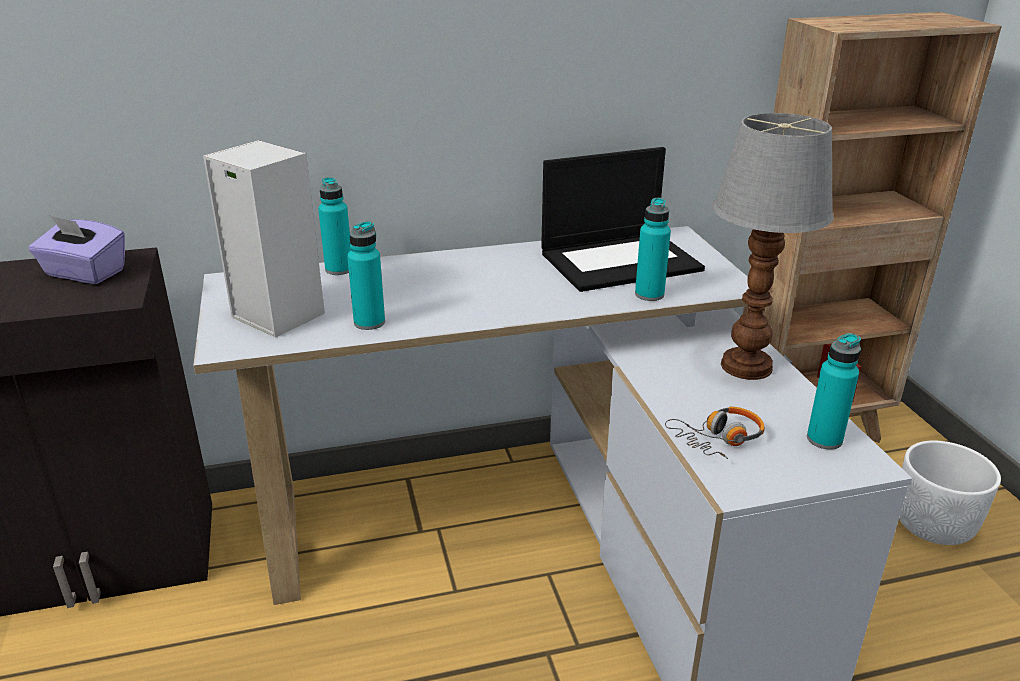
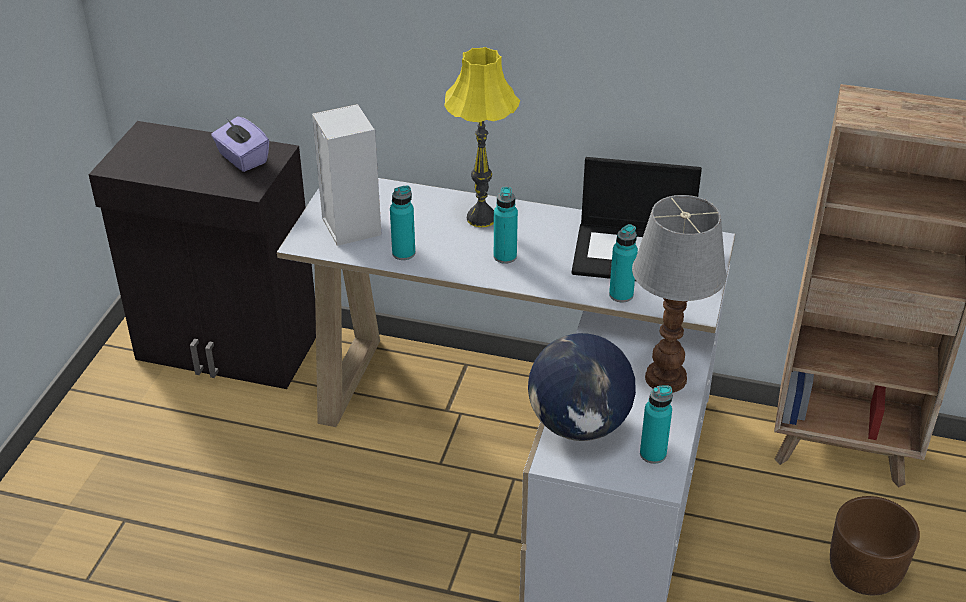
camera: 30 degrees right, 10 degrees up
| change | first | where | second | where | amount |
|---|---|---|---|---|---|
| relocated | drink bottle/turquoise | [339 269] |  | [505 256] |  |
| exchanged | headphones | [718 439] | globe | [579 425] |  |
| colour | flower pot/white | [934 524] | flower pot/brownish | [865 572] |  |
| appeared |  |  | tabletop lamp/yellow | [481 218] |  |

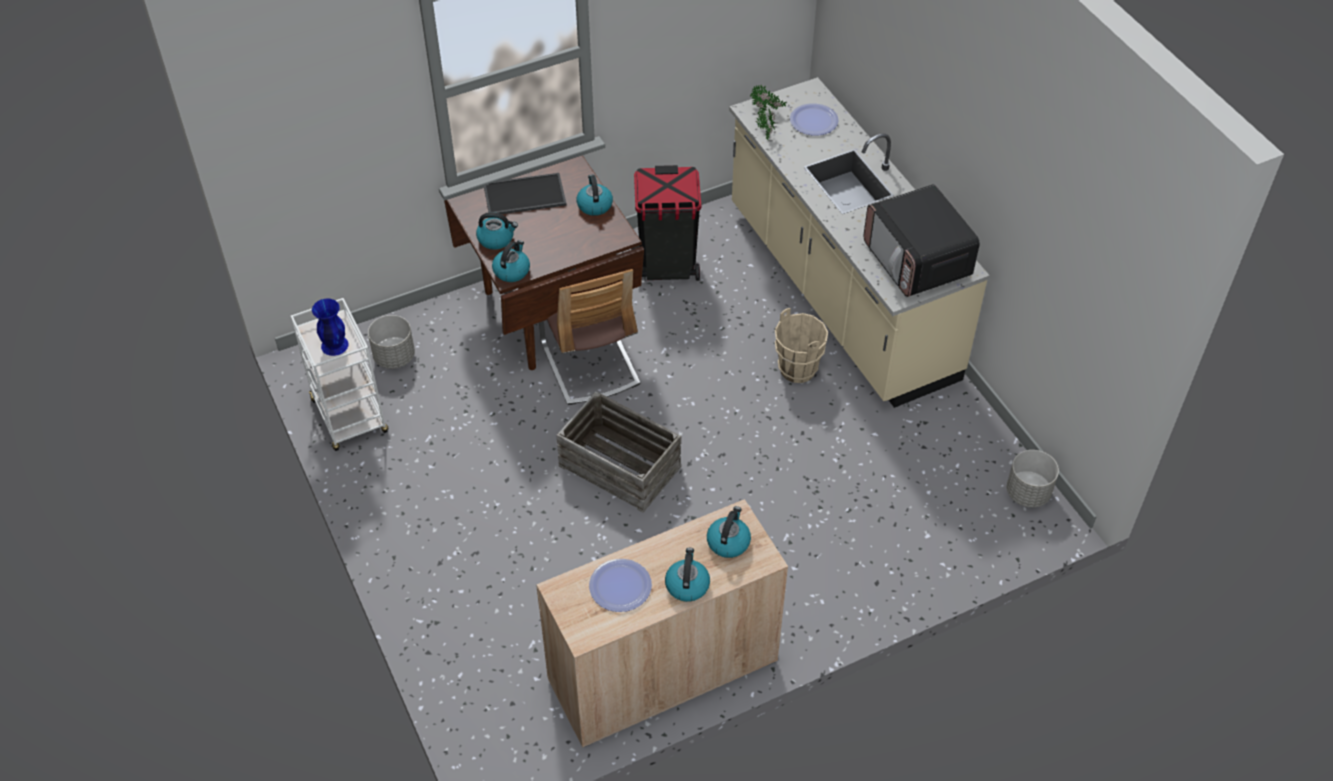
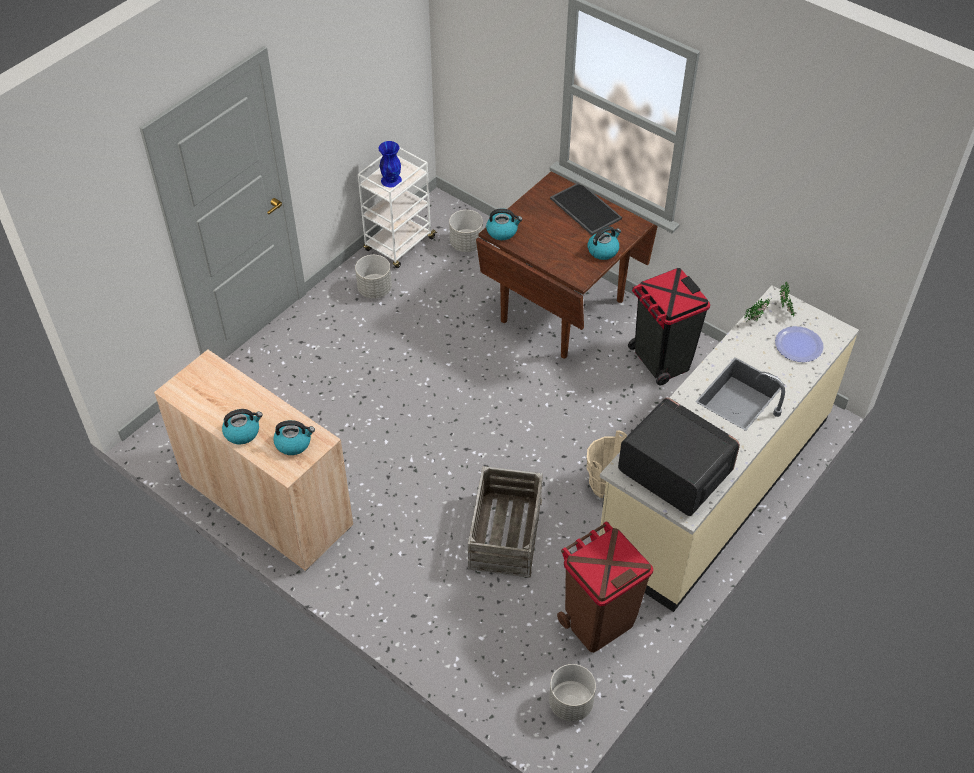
camera: 65 degrees right, 0 degrees up
| change | first | where | second | where | amount |
|---|---|---|---|---|---|
| missing | kettle | [496 239] |  |  |  |
| missing | plain chair | [590 364] |  |  |  |
| relocated | packing crate | [619 467] |  | [504 533] |  |
| missing | dinner plate | [620 586] |  |  |  |
| spun | microwave | [917 261] |  | [674 472] | 90 degrees clockwise |
| appeared |  |  | flower pot/greyish | [374 289] |  |
| appeared |  |  | rubbish bin/brownish | [598 621] |  |

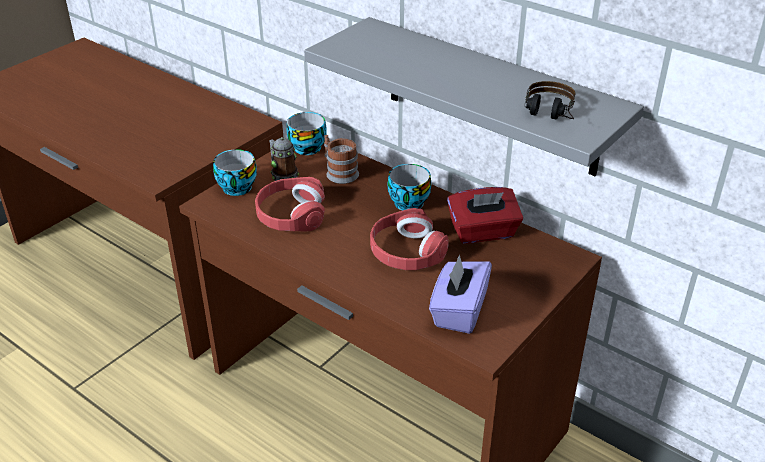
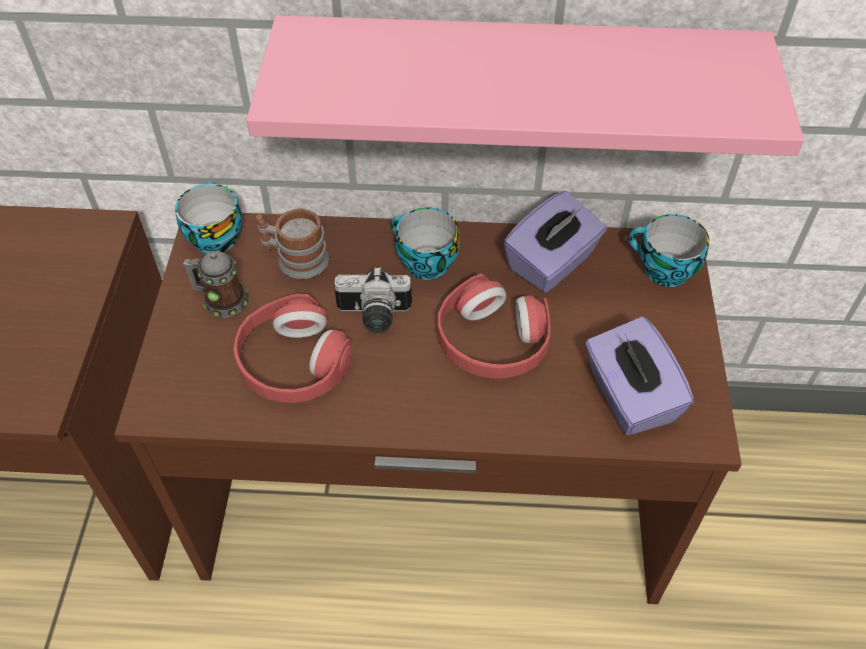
camera: 35 degrees left, 15 degrees up
| change | first | where | second | where | amount |
|---|---|---|---|---|---|
| relocated | drinking cup | [235 187] |  | [662 270] |  |
| colour | wall shelf/greyish | [490 96] | wall shelf/pinkish | [516 79] |  |
| colour | box of tissues/reddish | [483 232] | box of tissues/purplish | [552 263] |  |
| missing | headphones | [548 115] |  |  |  |
| appeared |  |  | still camera | [373 317] |  |

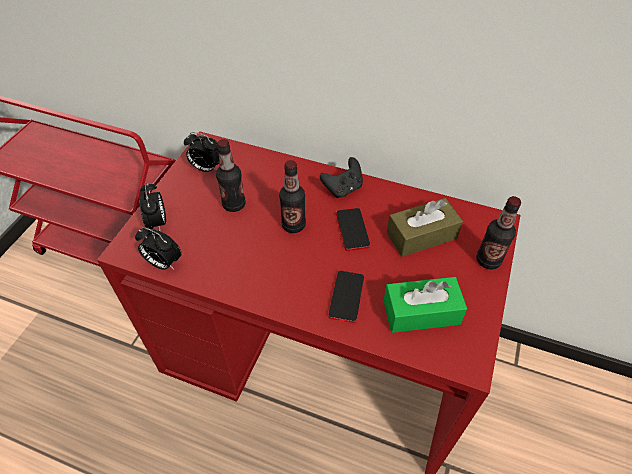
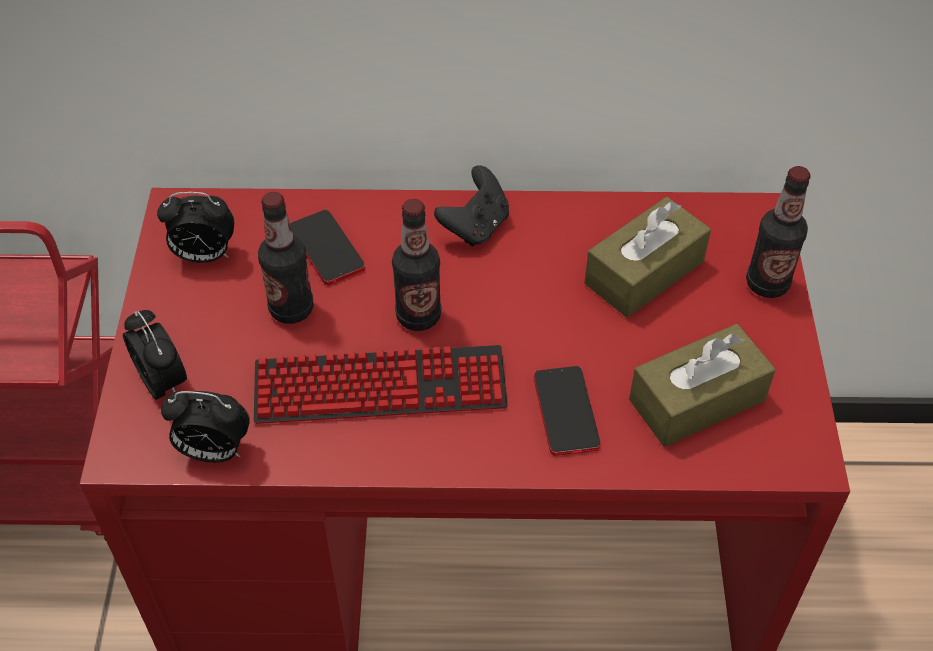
camera: 20 degrees left, 0 degrees up
| change | first | where | second | where | amount |
|---|---|---|---|---|---|
| relocated | phone | [352 230] |  | [326 248] |  |
| colour | box of tissues/green | [421 312] | box of tissues/brownish | [697 400] |  |
| appeared |  |  | computer keyboard | [380 387] |  |

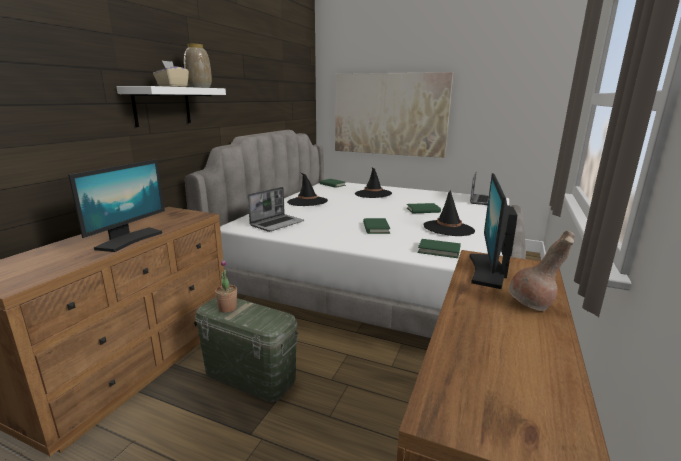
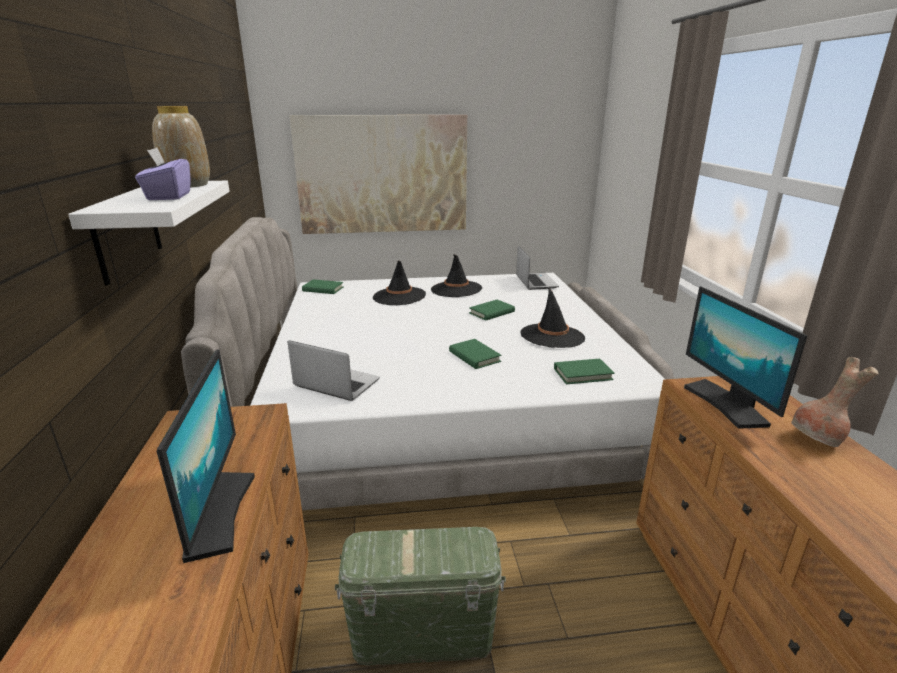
camera: 30 degrees left, 5 degrees up
| change | first | where | second | where | amount |
|---|---|---|---|---|---|
| colour | box of tissues/sand-coloured | [172 86] | box of tissues/purplish | [168 196] |  |
| missing | plant in a pot | [227 308] |  |  |  |
| spun | notebook computer | [277 223] |  | [335 384] | 75 degrees counterclockwise |
| relocated | hat/black | [307 202] |  | [456 289] |  |

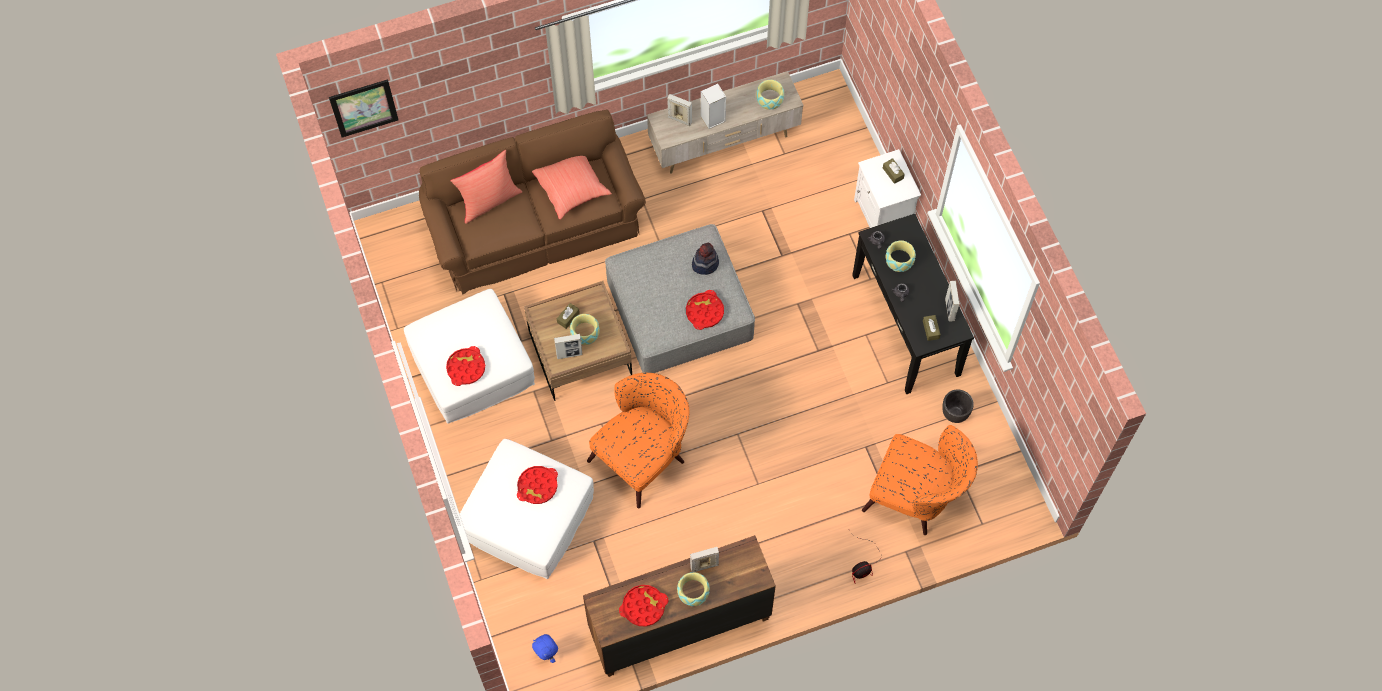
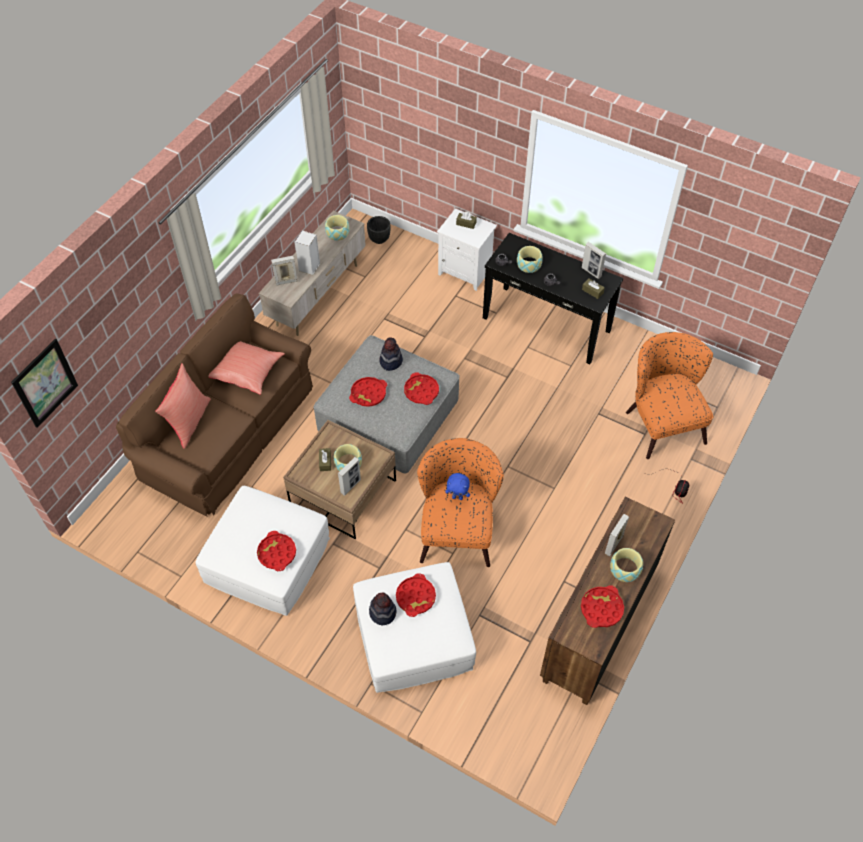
camera: 40 degrees left, 10 degrees down
| change | first | where | second | where | amount |
|---|---|---|---|---|---|
| relocated | soft toy/blue-coloured | [547 654] |  | [457 497] |  |
| spun | armchair/orange | [916 497] |  | [661 421] | 90 degrees counterclockwise |
| relocated | flower pot/black | [955 414] |  | [379 239] |  |
| appeared |  |  | carrying tray/reddish | [368 394] |  |
| appeared |  |  | hat | [383 612] |  |

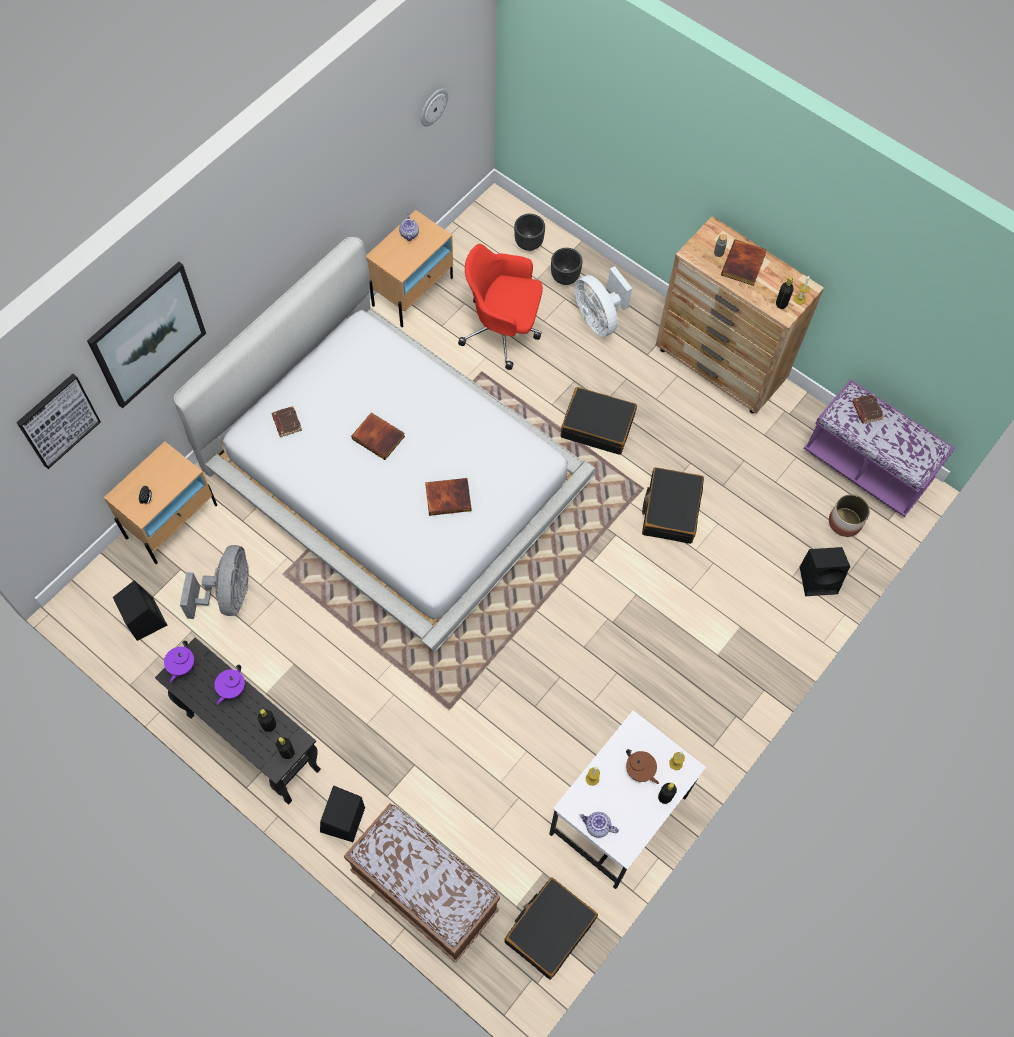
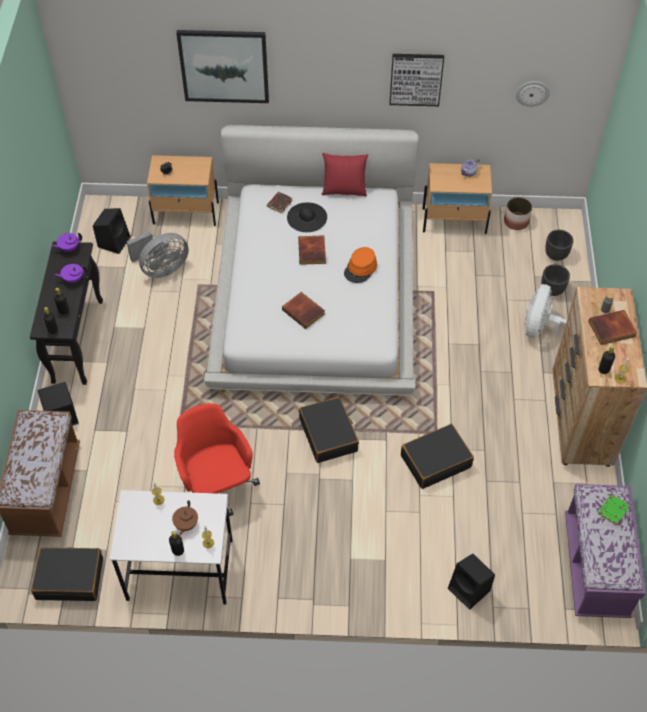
camera: 55 degrees right, 10 degrees down
| change | first | where | second | where | amount |
|---|---|---|---|---|---|
| relocated | wall picture | [58 420] |  | [416 79] |  |
| relocated | computer chair/reddish | [503 331] |  | [217 487] |  |
| relocated | suitcase/black | [597 426] |  | [328 435] |  |
| missing | tea pot | [597 827] |  |  |  |
| relocated | flower pot | [845 522] |  | [516 221] |  |
| colour | bound book/brownish | [866 410] | bound book/green | [612 510] |  |
| appeared |  |  | hat/black | [307 217] |  |
| appeared |  |  | throw pillow/reddish | [344 190] |  |
| appeared |  |  | hat/orange | [360 269] |  |

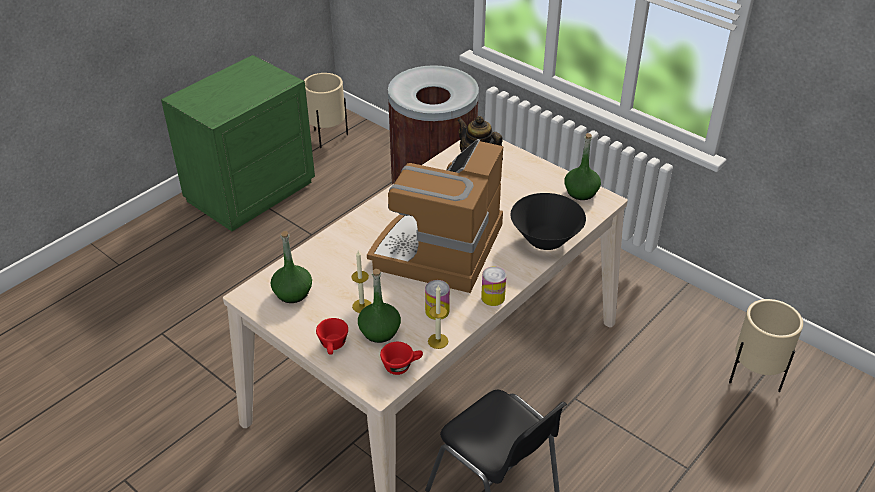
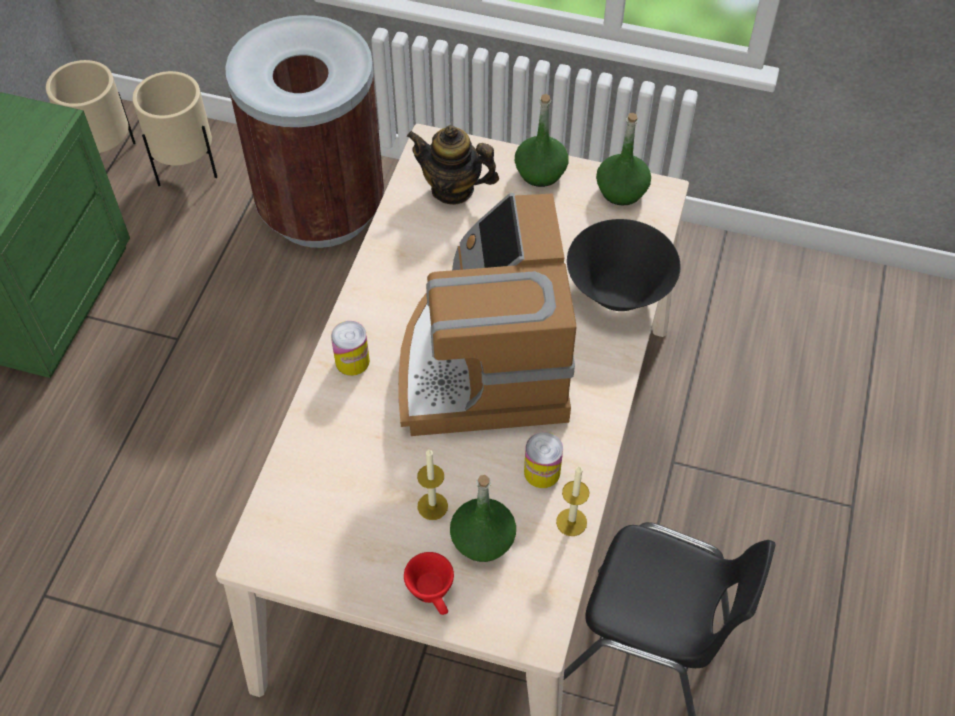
camera: 25 degrees left, 15 degrees up
| change | first | where | second | where | amount |
|---|---|---|---|---|---|
| relocated | drink bottle/green | [293 293] |  | [540 172] |  |
| missing | drinking cup/reddish | [402 366] |  |  |  |
| relocated | metal can | [493 297] |  | [352 361] |  |
| relocated | flower pot/sand-coloured | [754 377] |  | [187 170] |  |

